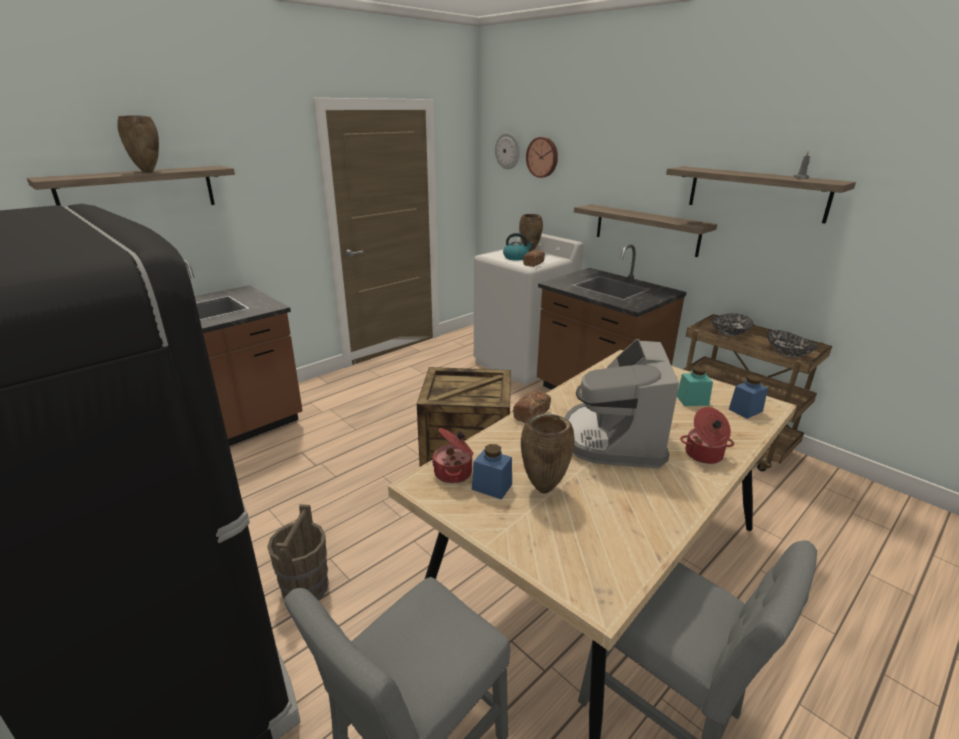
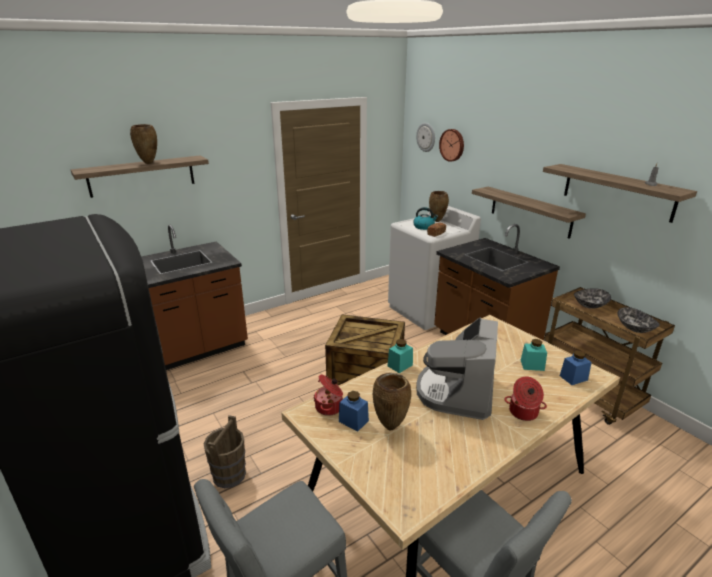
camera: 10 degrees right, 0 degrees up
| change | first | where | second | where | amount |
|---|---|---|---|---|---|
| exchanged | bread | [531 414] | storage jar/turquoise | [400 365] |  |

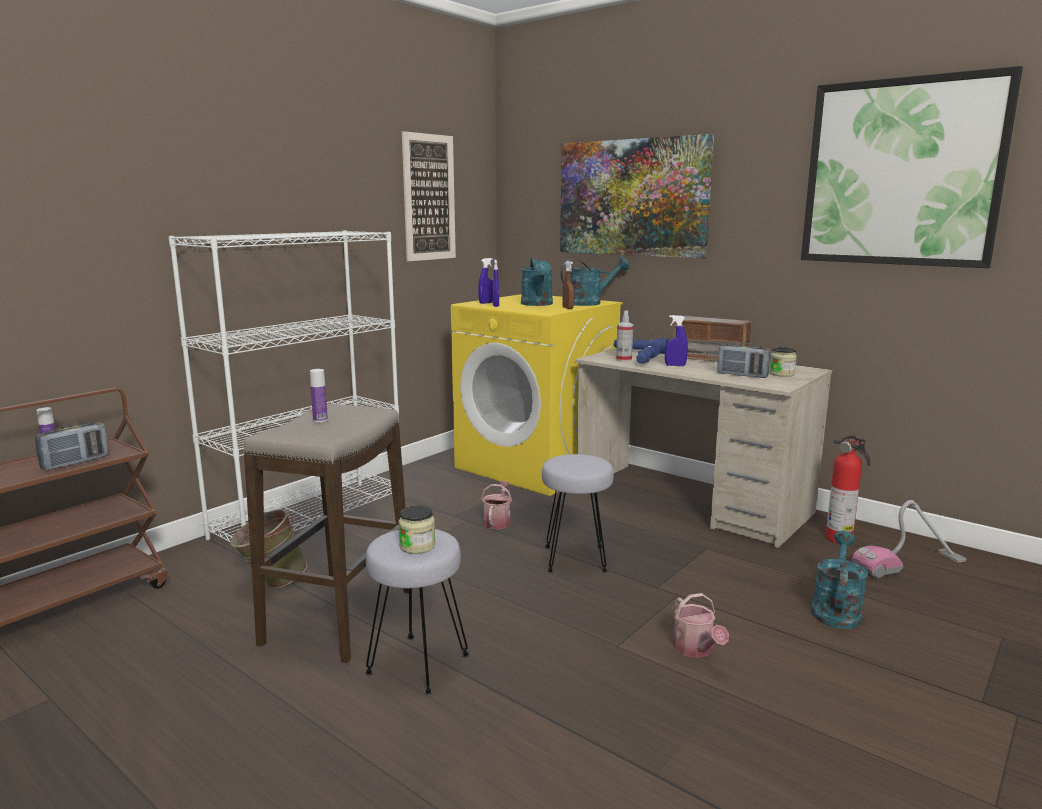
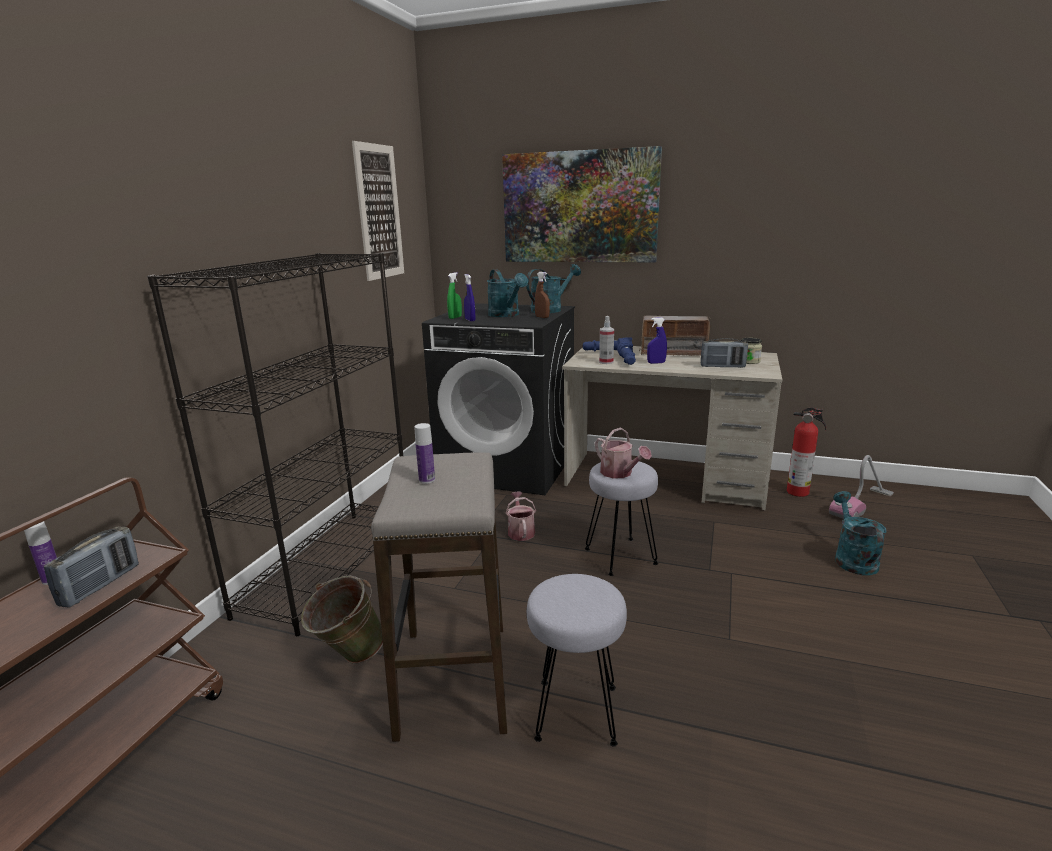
camera: 20 degrees left, 5 degrees up
| change | first | where | second | where | amount |
|---|---|---|---|---|---|
| colour | shelving unit/white | [311 517] | shelving unit/black | [330 566] |  |
| missing | storage jar | [417 546] |  |  |  |
| colour | laundry machine/yellow | [536 466] | laundry machine/black | [508 466] |  |
| colour | spray bottle/blue-coloured | [487 303] | spray bottle/green | [455 317] |  |
| relocated | watering can | [696 650] |  | [619 473] |  |
| missing | wall picture | [901 173] |  |  |  |

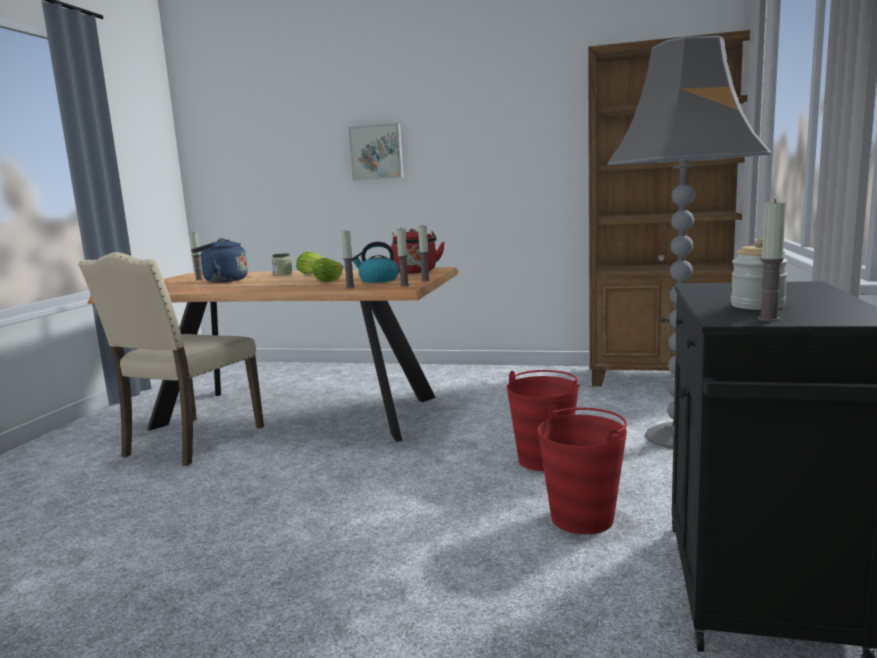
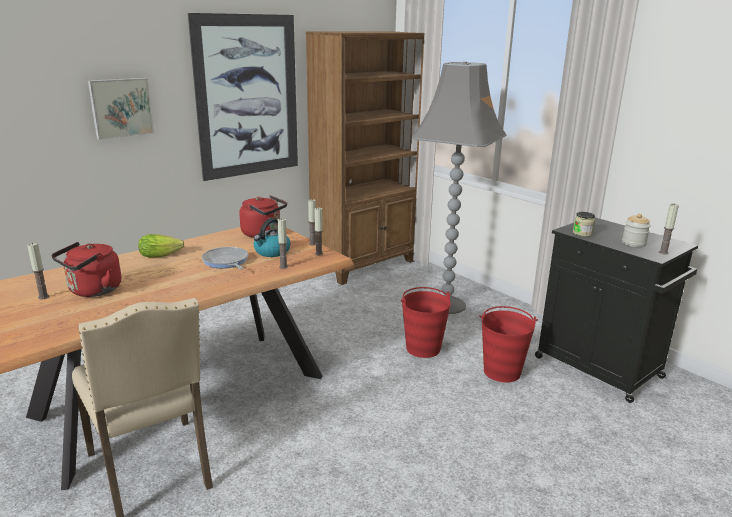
camera: 55 degrees left, 10 degrees up
| change | first | where | second | where | amount |
|---|---|---|---|---|---|
| colour | kettle/blue-coloured | [222 281] | kettle/reddish | [92 291] |  |
| relocated | storage jar | [282 274] |  | [582 233] |  |
| exchanged | head of lettuce | [331 280] | skillet | [226 262] |  |
| appeared |  |  | wall picture | [247 97] |  |

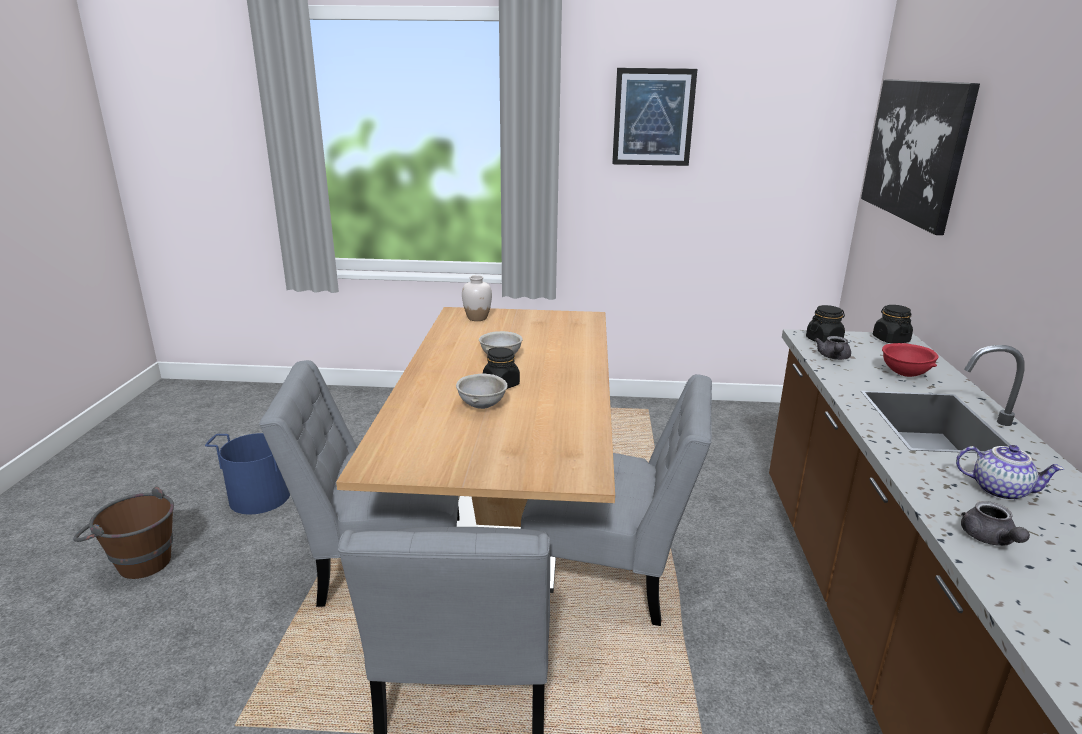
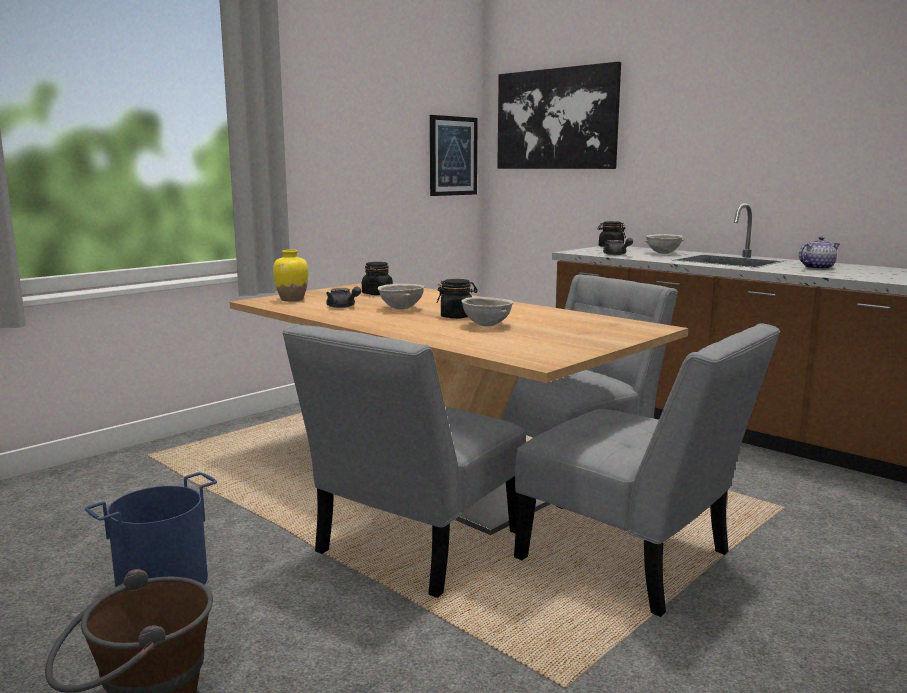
camera: 50 degrees left, 10 degrees down
| change | first | where | second | where | amount |
|---|---|---|---|---|---|
| colour | vase/white | [477 318] | vase/yellow | [292 299] |  |
| relocated | wall picture | [653 117] |  | [452 156] |  |
| relocated | storage jar/black | [824 340] |  | [377 293] |  |
| colour | deep dish/reddish | [904 374] | deep dish/greyish | [663 253] |  |
| relocated | tea pot/greyish | [989 539] |  | [343 307] |  |

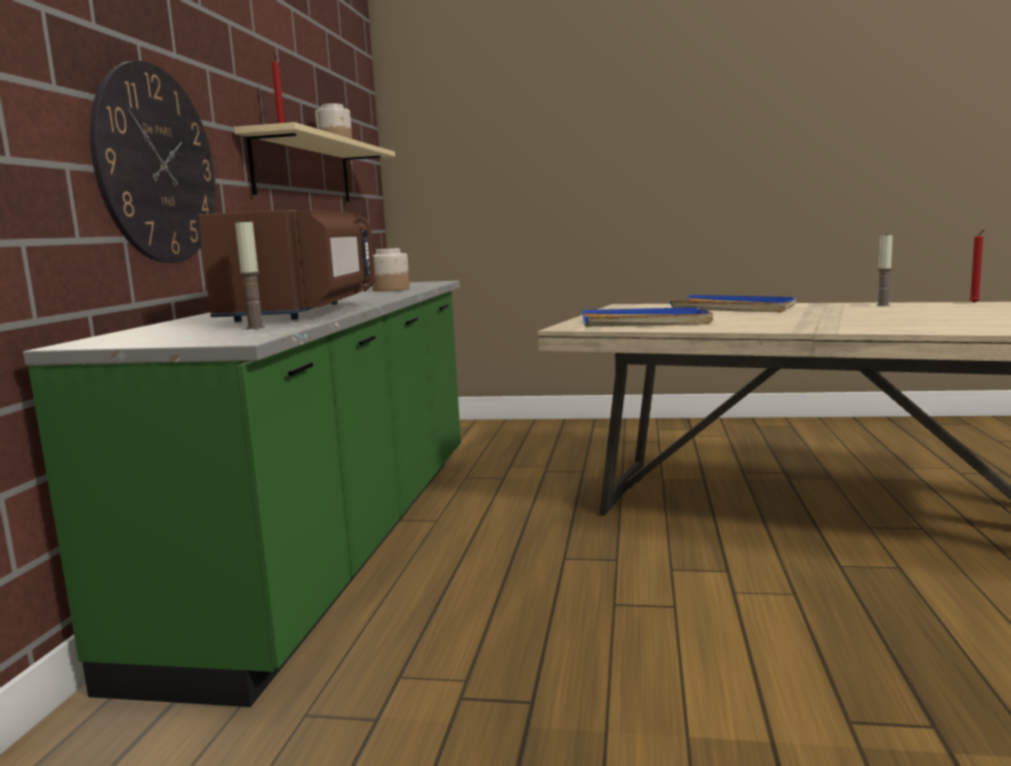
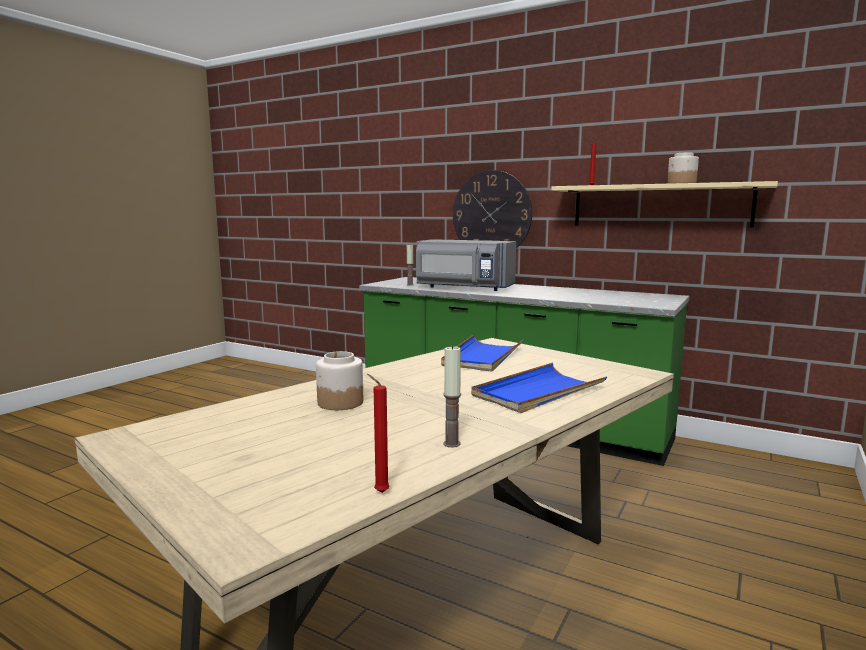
camera: 110 degrees right, 0 degrees up
| change | first | where | second | where | amount |
|---|---|---|---|---|---|
| colour | microwave/brownish | [303 312] | microwave/greyish | [463 288] |  |
| relocated | storage jar | [390 290] |  | [340 402] |  |

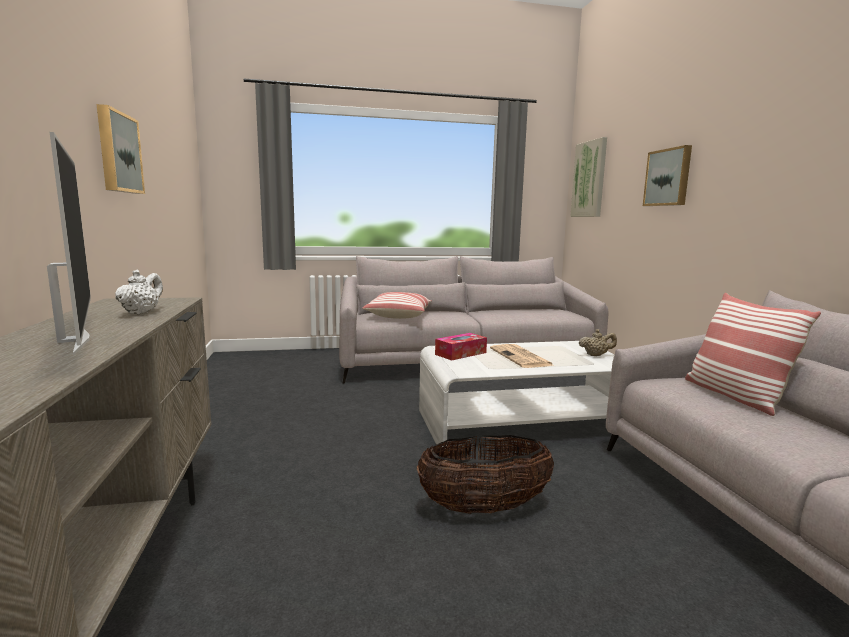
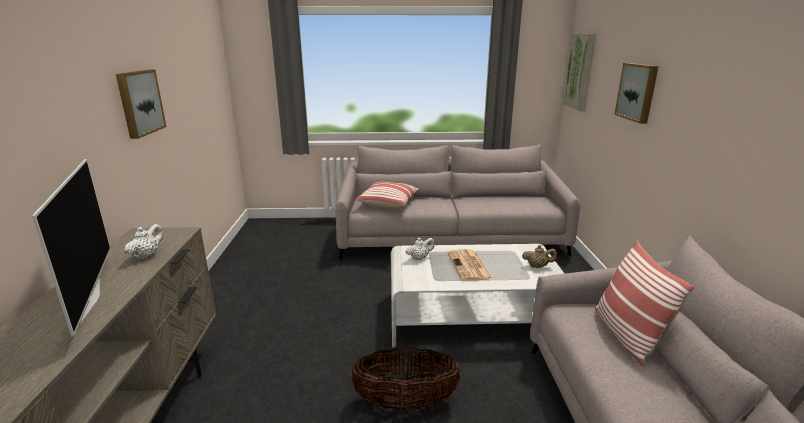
camera: 10 degrees right, 10 degrees up
| change | first | where | second | where | amount |
|---|---|---|---|---|---|
| exchanged | box of tissues | [460 353] | tea pot/white | [419 258] |  |

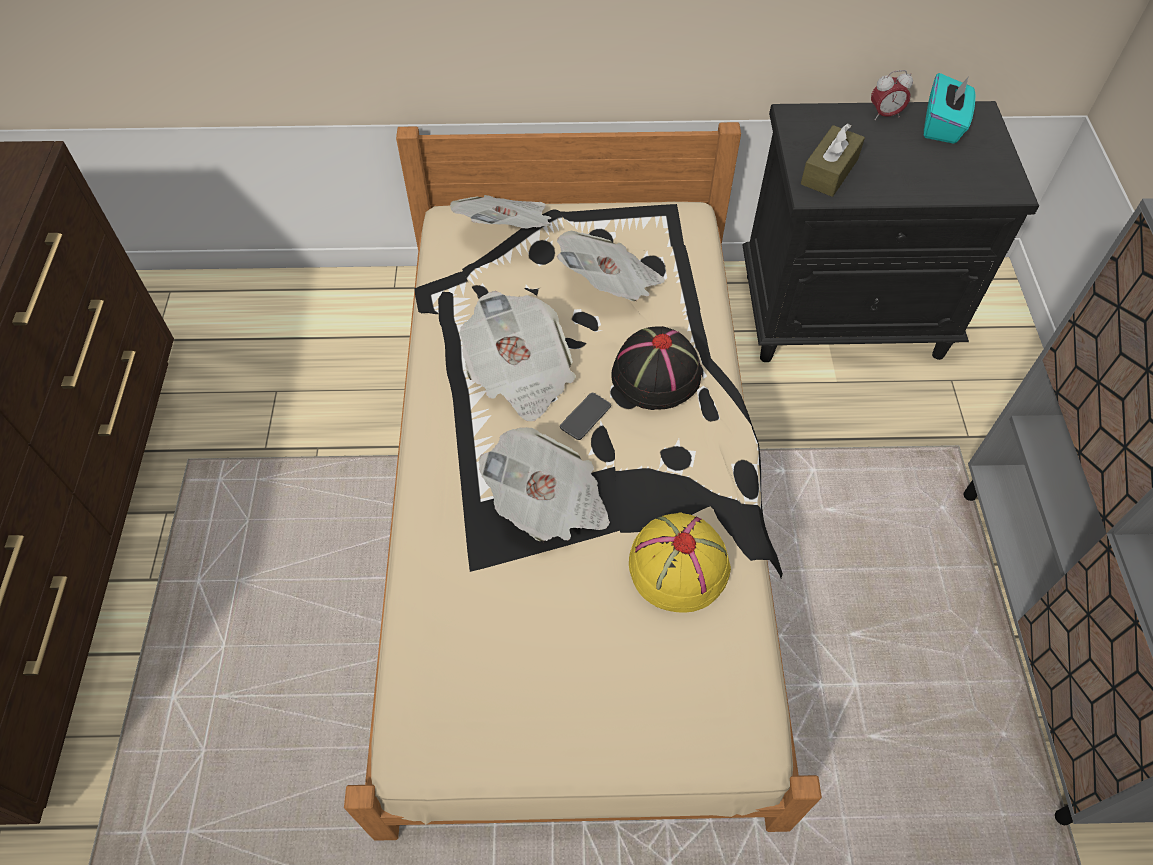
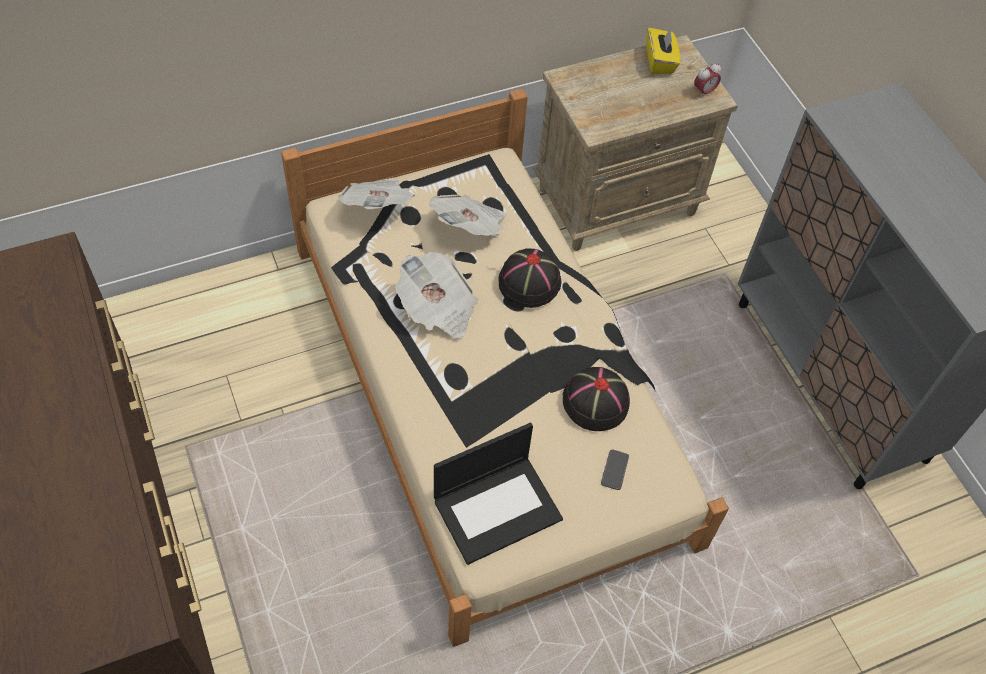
camera: 25 degrees left, 0 degrees up
| change | first | where | second | where | amount |
|---|---|---|---|---|---|
| missing | daily paper | [549 504] |  |  |  |
| relocated | phone | [585 417] |  | [614 470] |  |
| colour | hat/yellow | [677 565] | hat/black | [595 401] |  |
| colour | nightstand/black | [844 314] | nightstand/sand-coloured | [618 200] |  |
| missing | box of tissues/brownish | [829 172] |  |  |  |
| relocated | alarm clock | [884 115] |  | [704 91] |  |
| colour | box of tissues/turquoise | [942 125] | box of tissues/yellow | [660 61] |  |
| appeared |  |  | notebook computer | [498 508] |  |

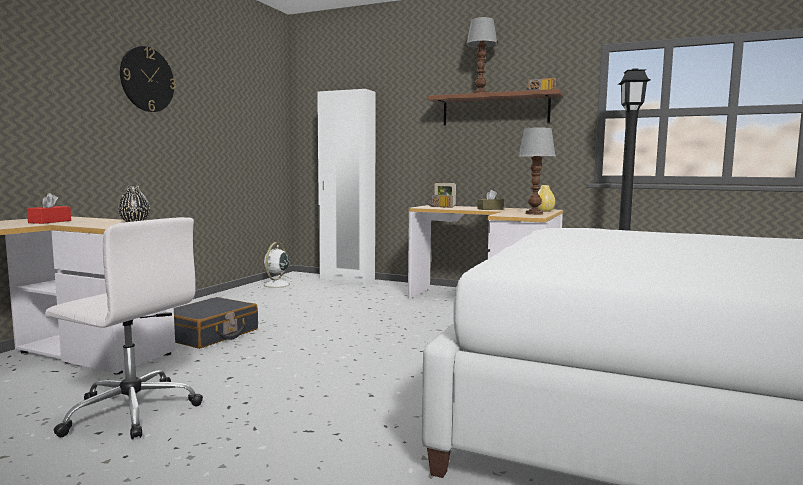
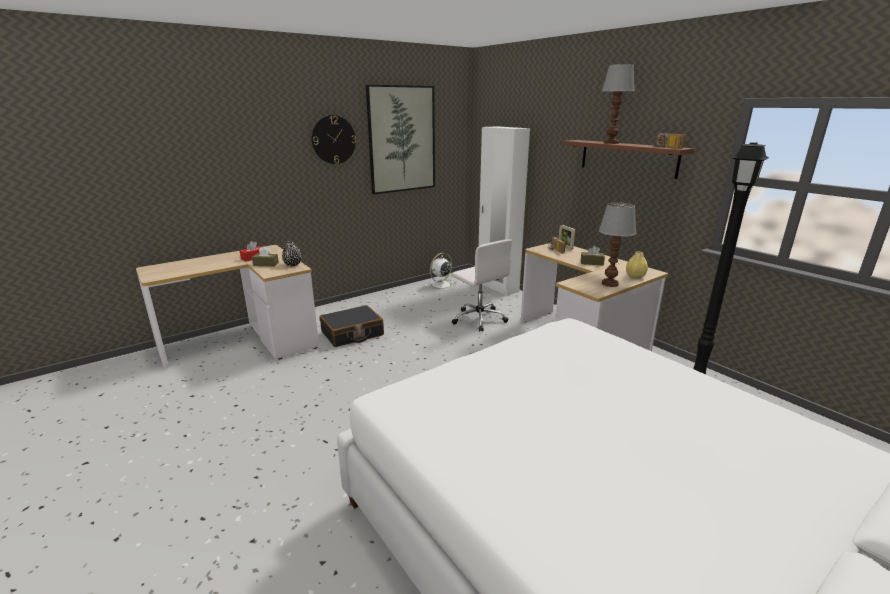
camera: 30 degrees right, 15 degrees up
| change | first | where | second | where | amount |
|---|---|---|---|---|---|
| relocated | computer chair/white | [131 411] |  | [479 319] |  |
| appeared |  |  | box of tissues/brownish | [266 264] |  |
| appeared |  |  | wall picture | [402 139] |  |

